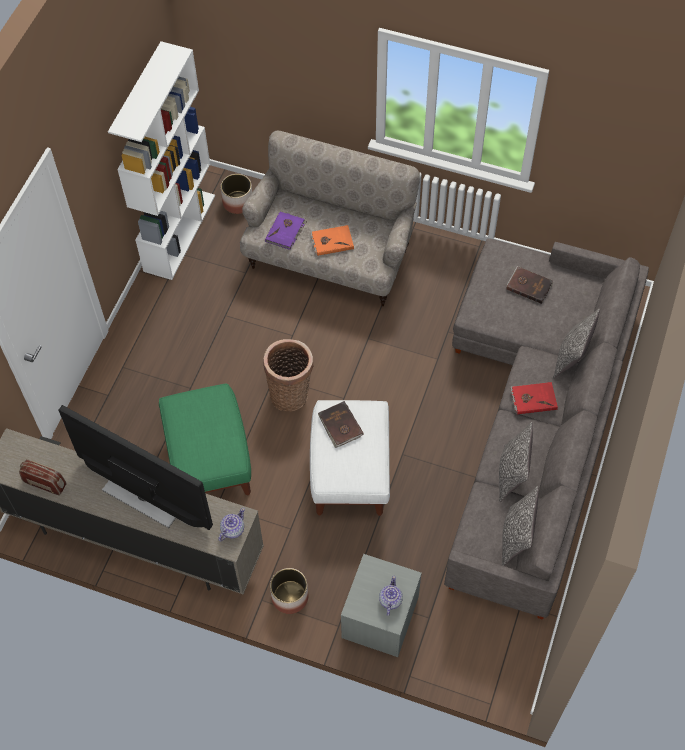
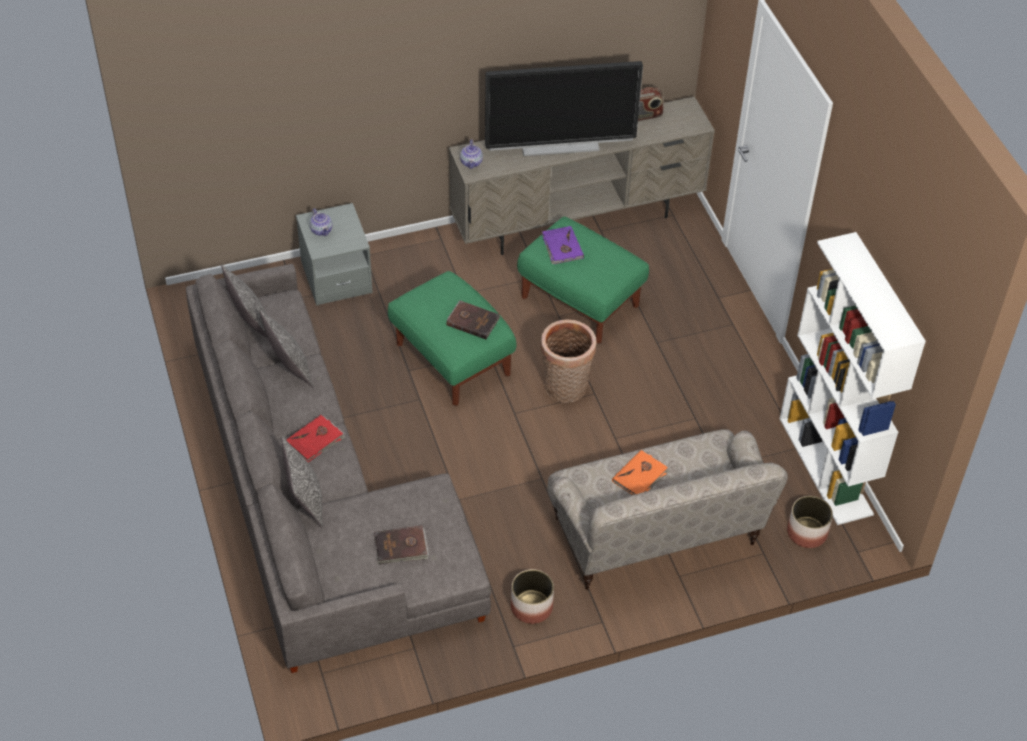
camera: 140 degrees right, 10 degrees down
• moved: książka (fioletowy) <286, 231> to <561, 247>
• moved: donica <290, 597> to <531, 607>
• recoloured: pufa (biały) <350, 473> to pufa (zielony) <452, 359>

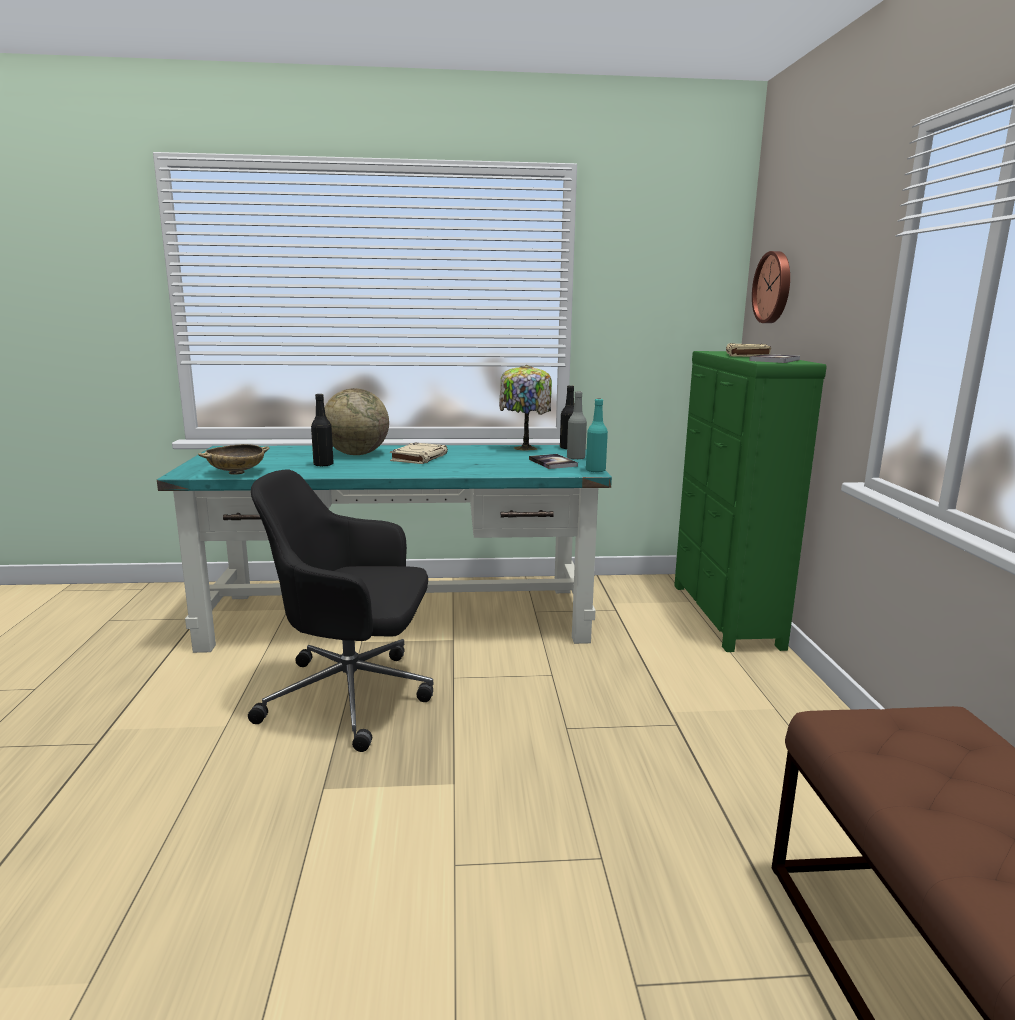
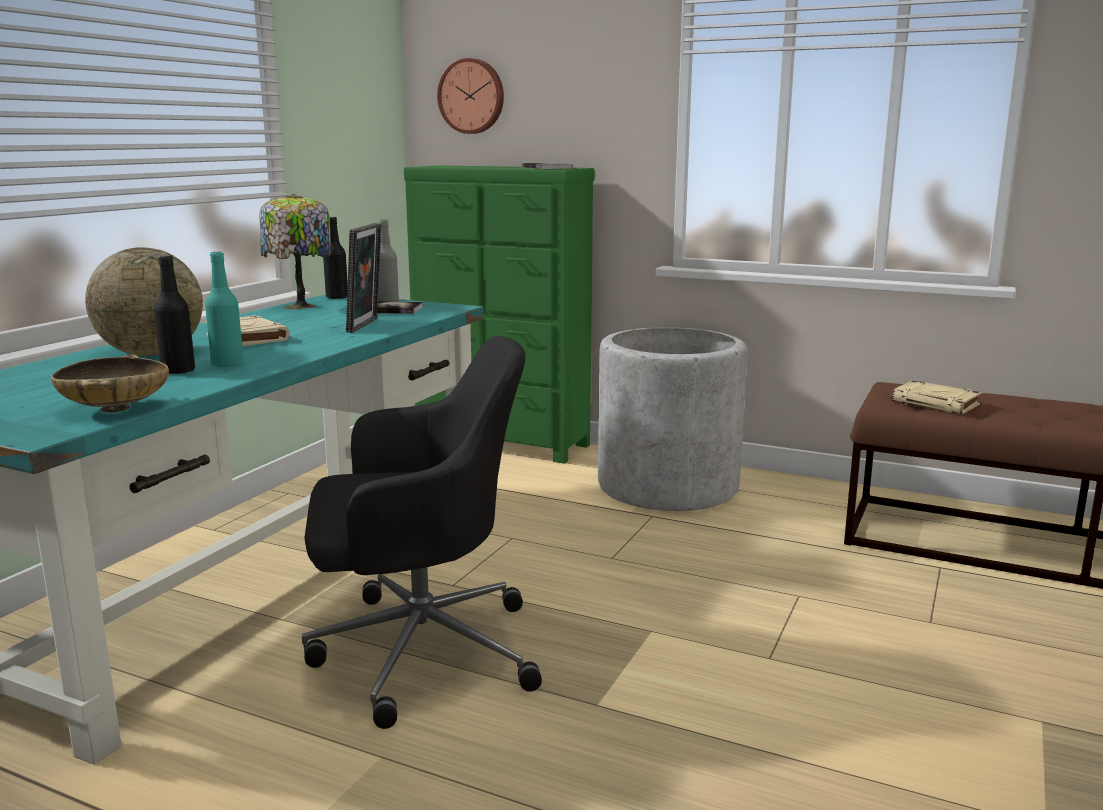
camera: 60 degrees left, 0 degrees up
• turned: krzesło biurowe (czarny) <353, 696> = <419, 651> 135 degrees counterclockwise
• moved: butelka (turkusowy) <595, 470> to <227, 364>
• moved: książka (beżowy) <747, 355> to <936, 403>
• added: ramka na zdjęcie <367, 325>
• added: donica (szary) <668, 486>

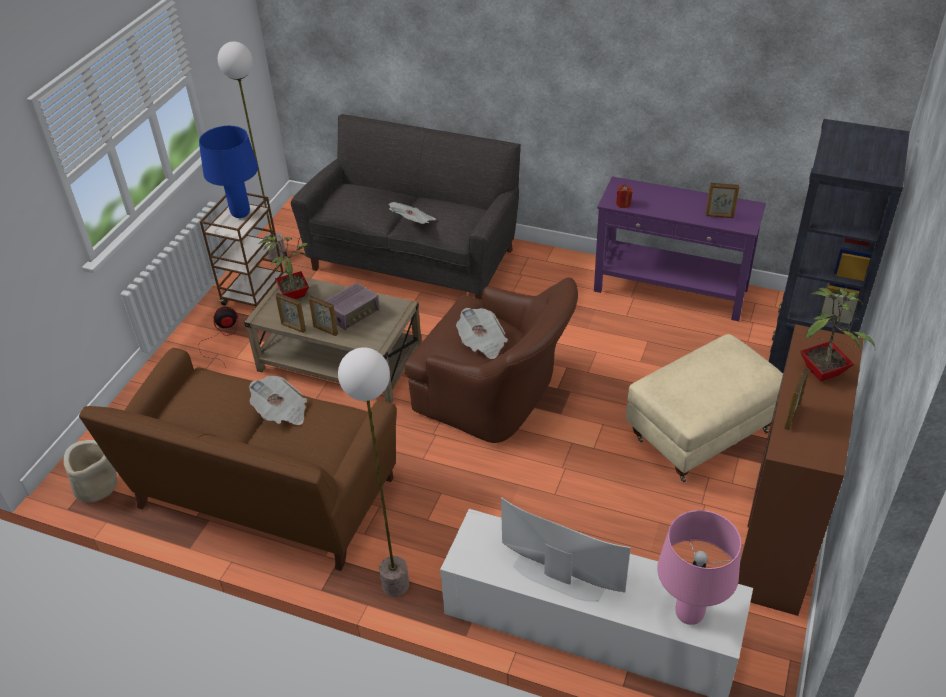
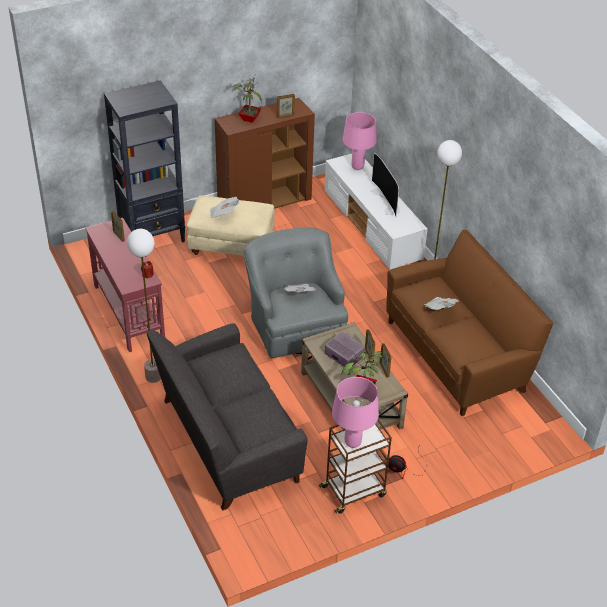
camera: 140 degrees left, 0 degrees up
• removed: donica (beżowy) <97, 487>
• recoloured: lampa stołowa (niebieski) <241, 214> to lampa stołowa (różowy) <352, 442>
• moved: lampa stojąca <276, 254> to <153, 376>
• turned: radio <353, 314> = <344, 355> 45 degrees clockwise
• moved: gazeta <413, 223> to <223, 214>
• recoloured: fotel (brązowy) <496, 397> to fotel (szary) <295, 324>
• recoloured: stolik konsolowy (fioletowy) <671, 291> to stolik konsolowy (czerwony) <129, 312>

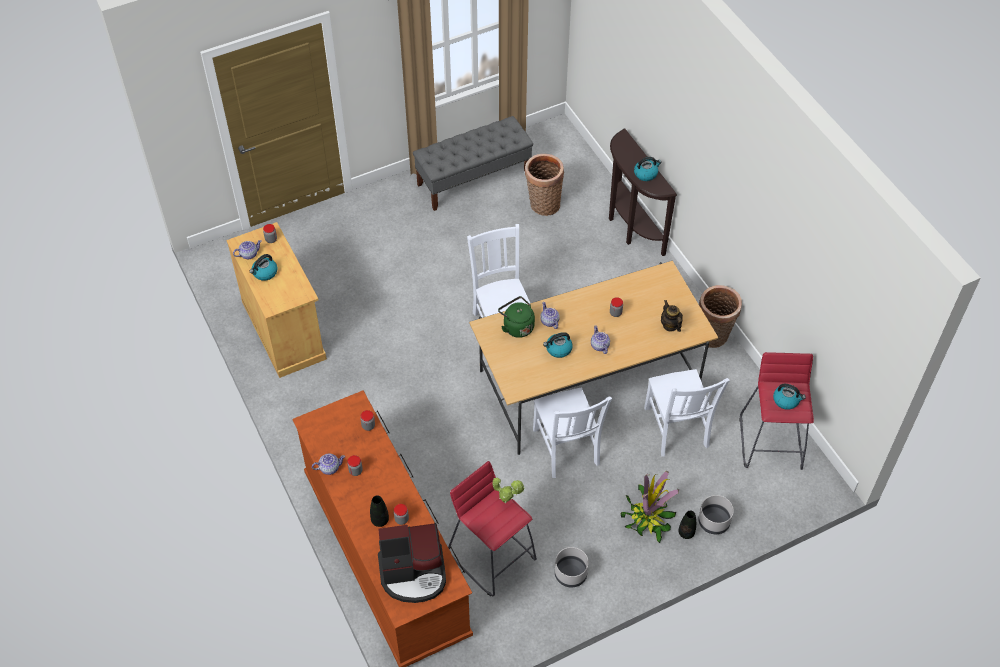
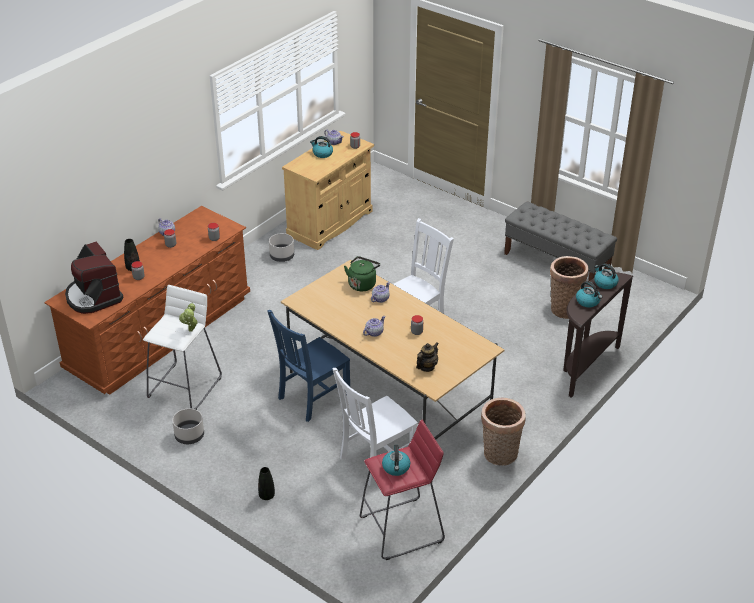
camera: 65 degrees right, 15 degrees down
• recoloured: stołek (czerwony) <492, 555> to stołek (biały) <185, 387>
• recoloured: krzesło (biały) <566, 449> to krzesło (niebieski) <312, 398>
• moved: czajnik <558, 349> to <605, 283>
• removed: roślina doniczkowa <647, 518>
• moved: donica (szary) <713, 521> to <282, 256>

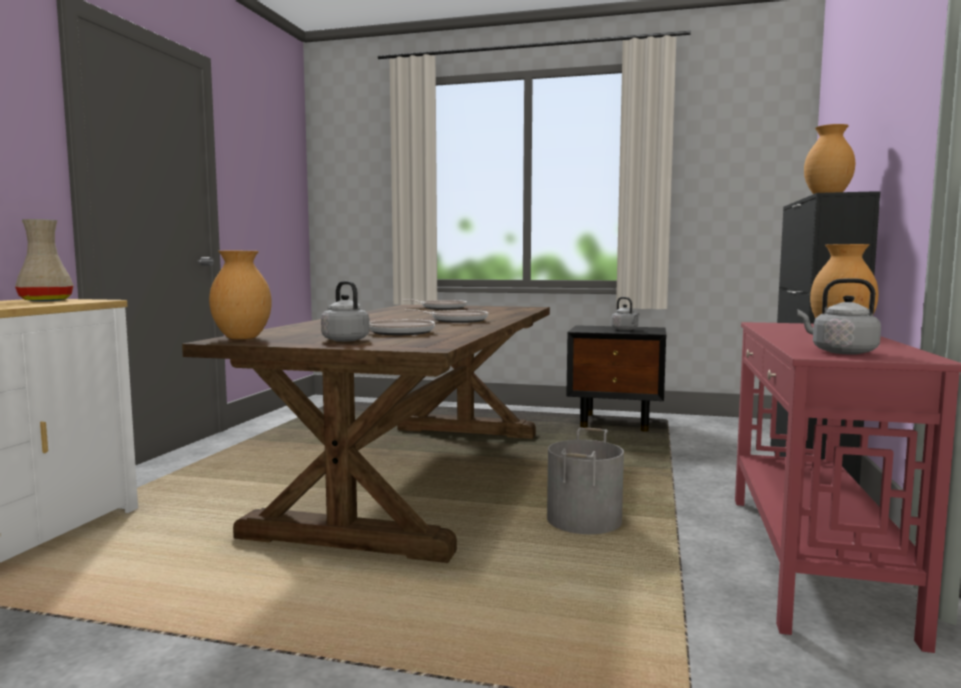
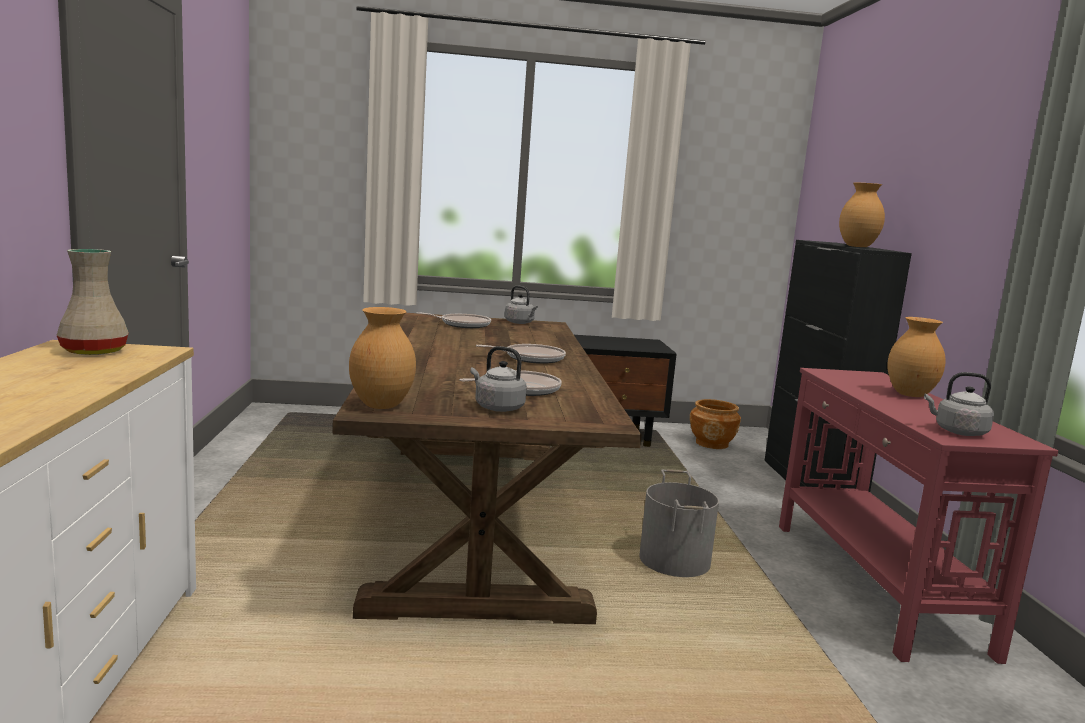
camera: 20 degrees left, 5 degrees up
• moved: czajnik (szary) <625, 330> to <520, 323>
• added: donica (brązowy) <711, 443>

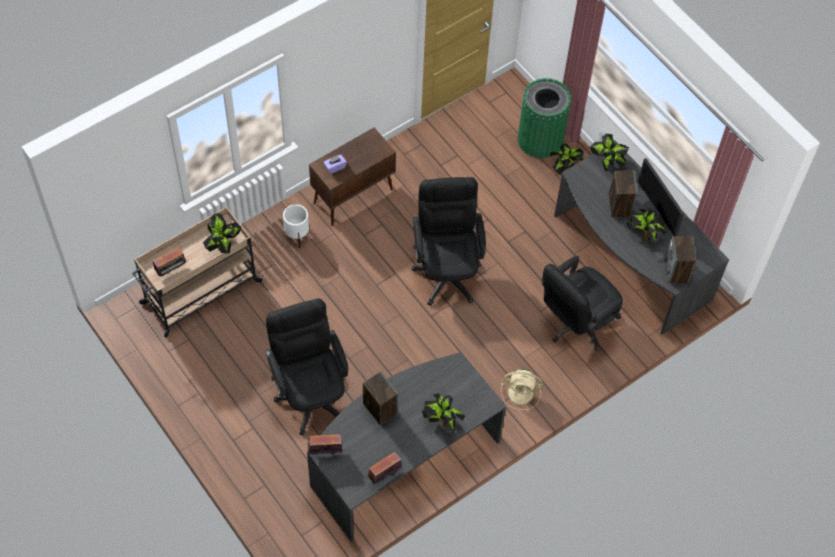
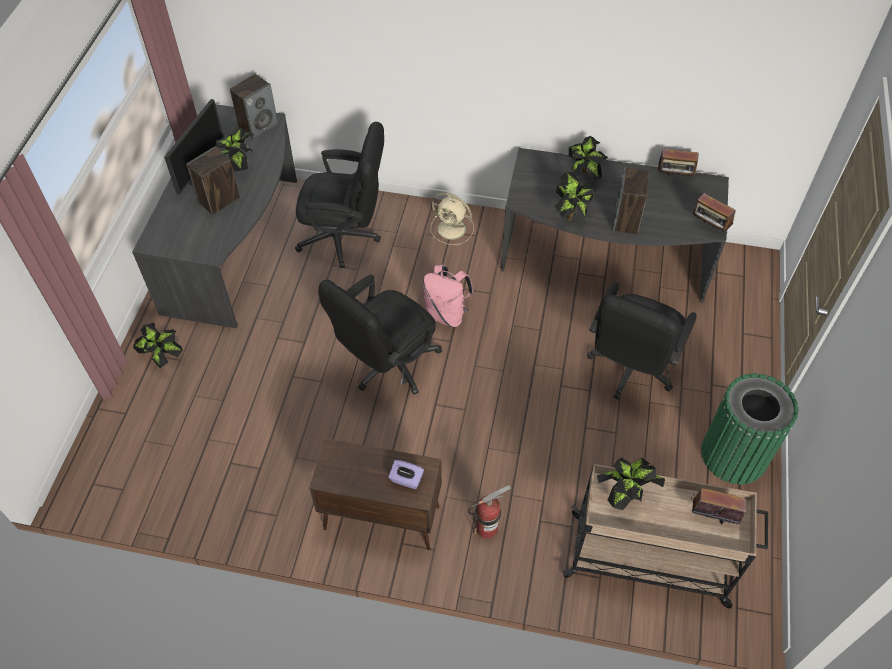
camera: 130 degrees left, 5 degrees down
• replaced: donica (biały) <297, 237> to gaśnica <486, 528>
• turned: wentylator (beżowy) <522, 393> = <452, 229> 150 degrees clockwise
• moved: kosz na śmieci (zielony) <540, 139> to <734, 455>
• moved: roślina doniczkowa <607, 162> to <571, 215>
• added: plecak (różowy) <446, 314>

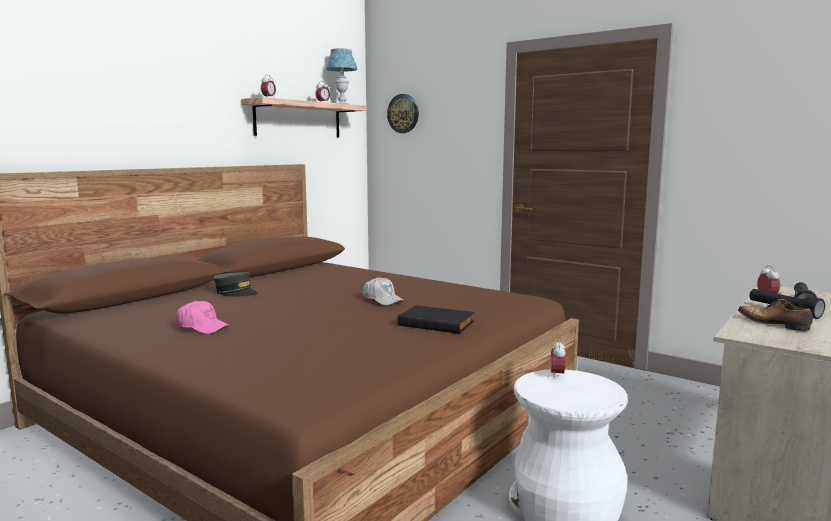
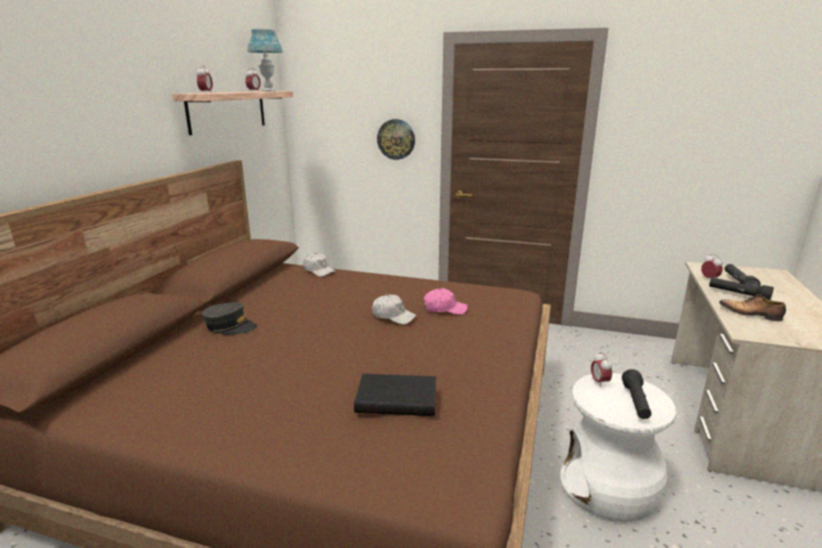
camera: 20 degrees left, 10 degrees up
• moved: czapka z daszkiem (różowy) <202, 327> to <444, 309>
• moved: zegar ścienny <403, 113> to <396, 139>
• moved: książka (czarny) <437, 323> to <397, 398>
• added: czapka z daszkiem (biały) <319, 270>
• added: latarka (czarny) <636, 402>

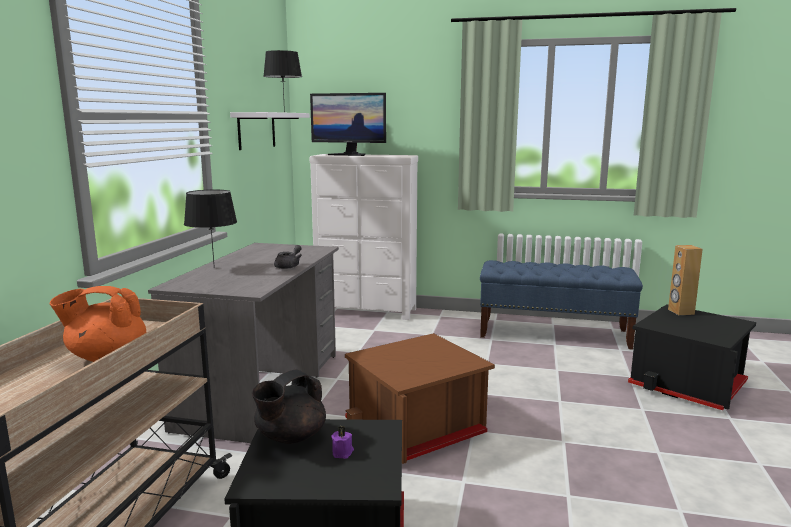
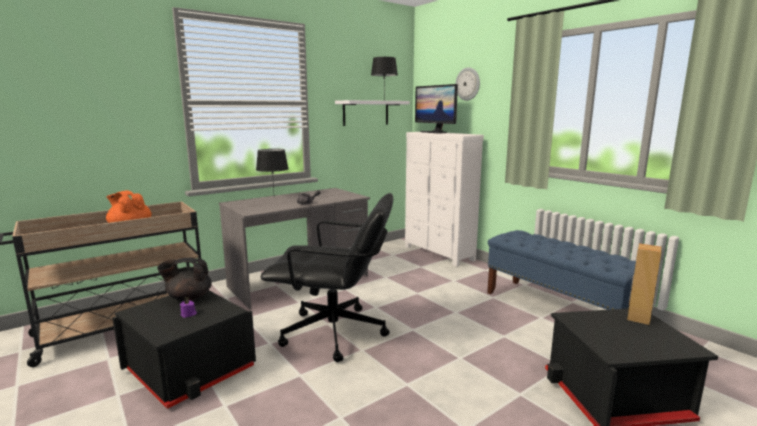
camera: 40 degrees right, 0 degrees up
• replaced: pojemnik do przechowywania (brązowy) <417, 427> to krzesło biurowe (czarny) <335, 333>
• added: zegar ścienny <468, 84>

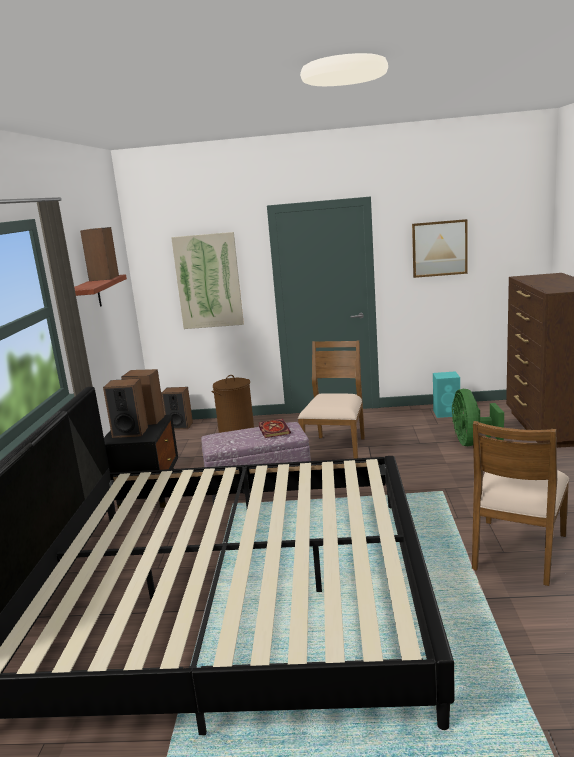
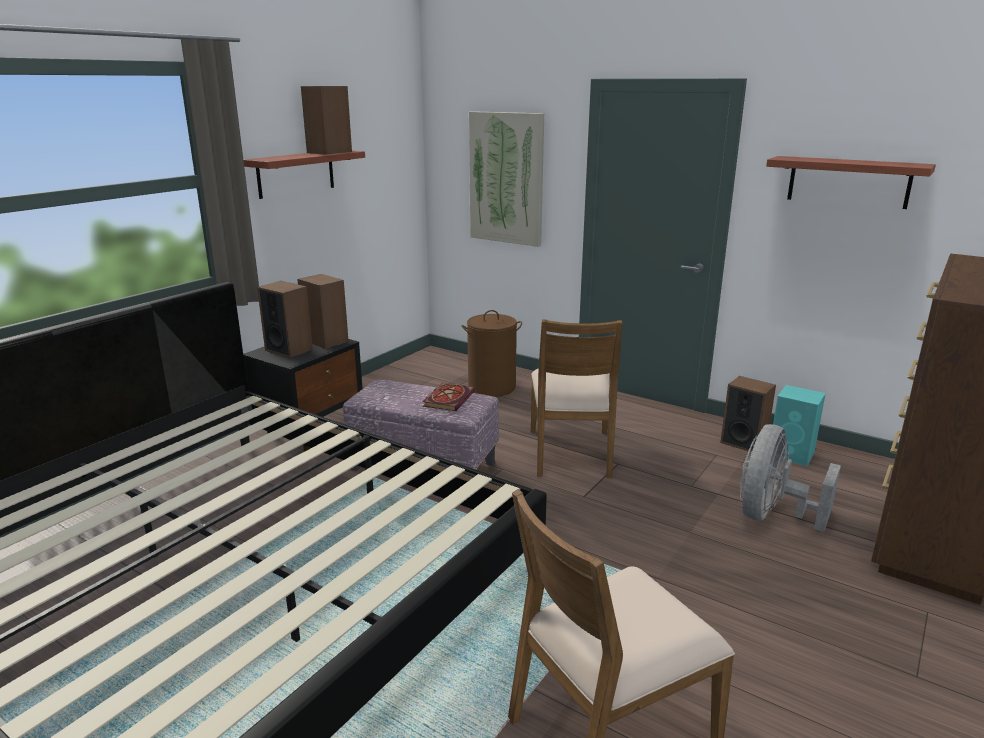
camera: 30 degrees right, 5 degrees up
• moved: głośnik <179, 426> to <743, 443>
• turned: krzesło (brązowy) <336, 450> = <571, 453> 135 degrees clockwise
• replaced: obraz <439, 248> to półka <848, 182>
• recoloured: wentylator (zielony) <472, 442> to wentylator (szary) <771, 515>

